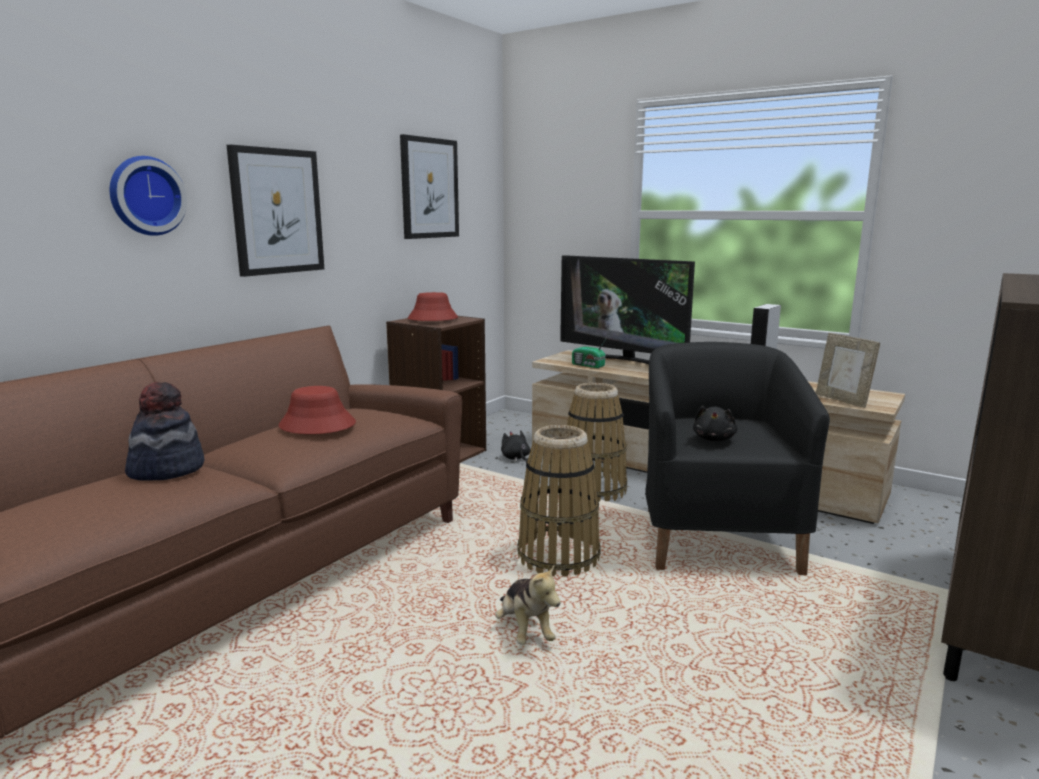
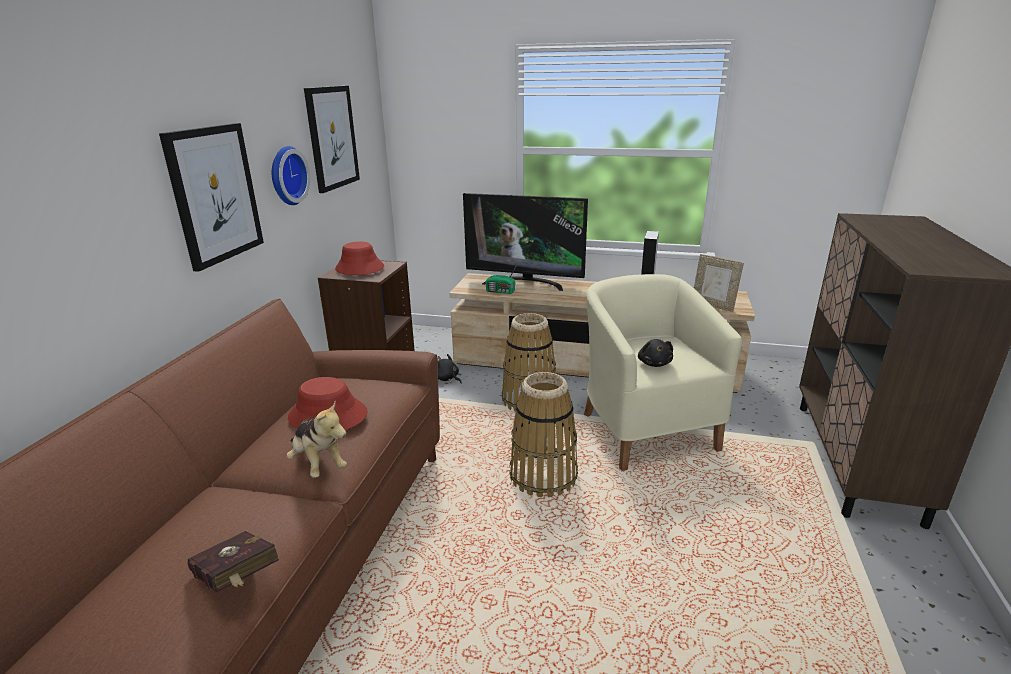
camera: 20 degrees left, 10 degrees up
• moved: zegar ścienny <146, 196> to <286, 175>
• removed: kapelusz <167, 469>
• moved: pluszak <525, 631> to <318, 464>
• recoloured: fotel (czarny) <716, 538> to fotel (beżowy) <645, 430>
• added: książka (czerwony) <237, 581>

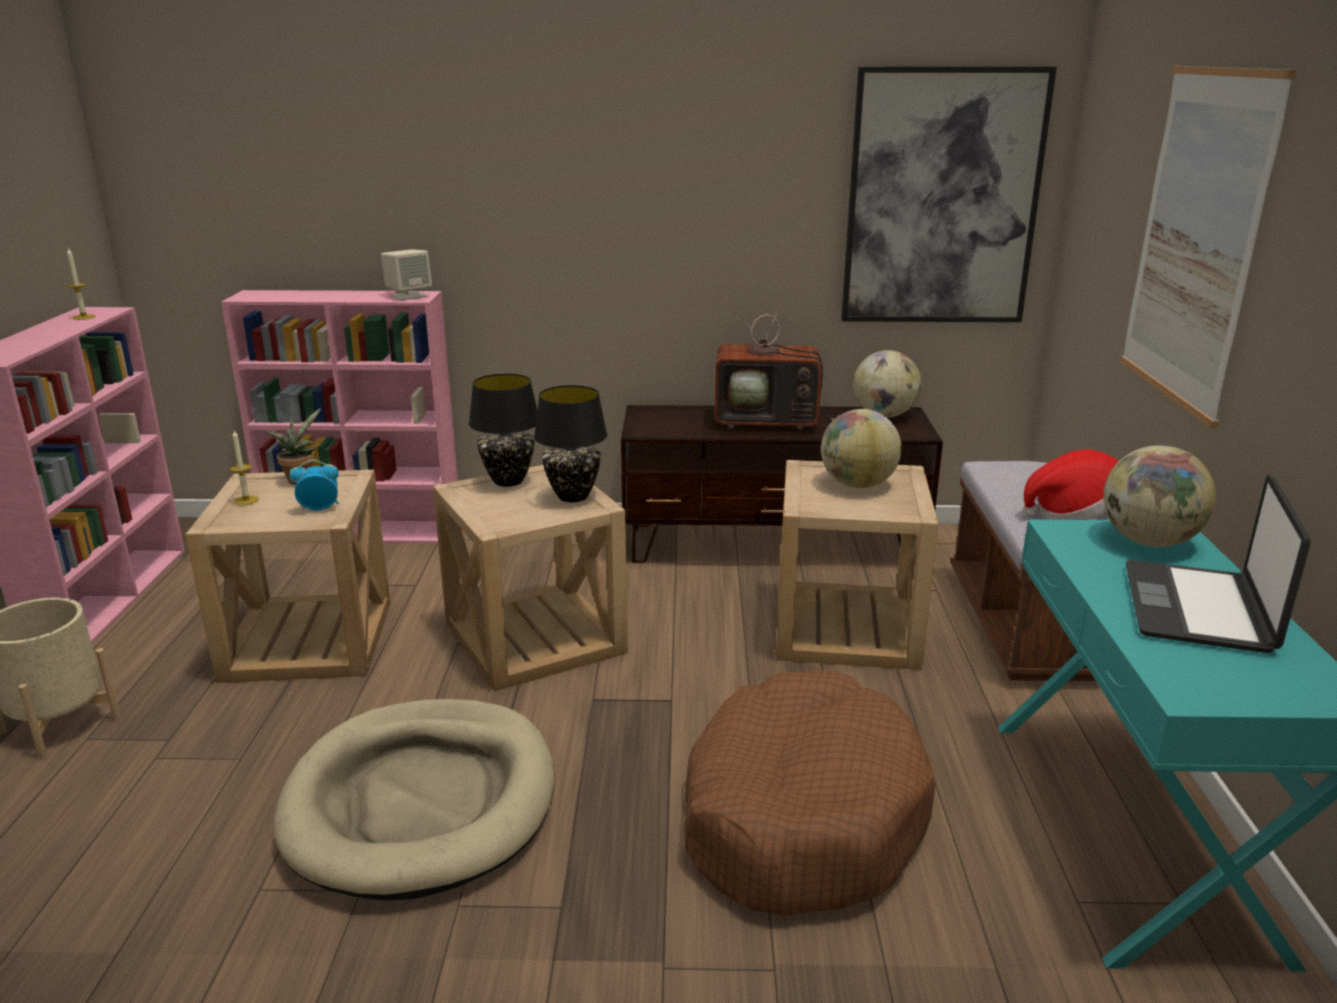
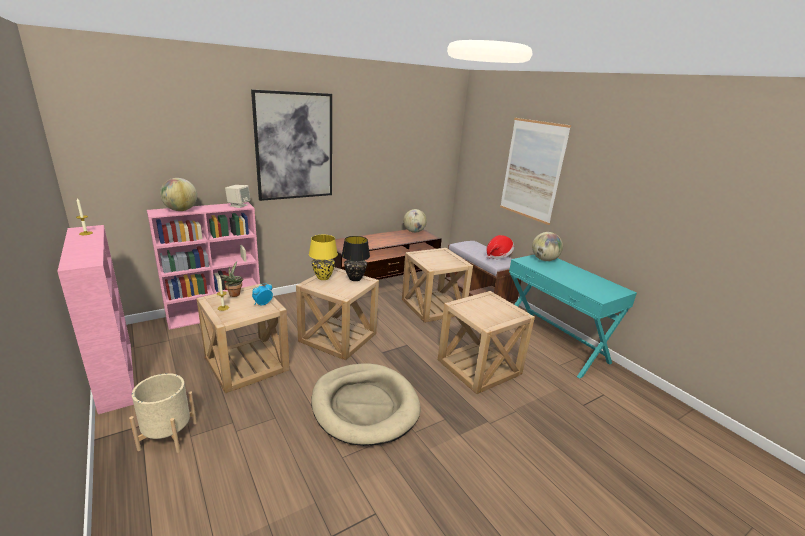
camera: 35 degrees left, 0 degrees up
• recoloured: lampa stołowa (czarny) <508, 481> to lampa stołowa (żółty) <323, 277>
• replaced: legowisko (brązowy) <800, 816> to stolik (beżowy) <479, 367>
• removed: telewizor <769, 421>
• moved: globus <857, 485> to <181, 210>
• moved: obraz <942, 198> to <294, 146>
• removed: laptop <1199, 608>

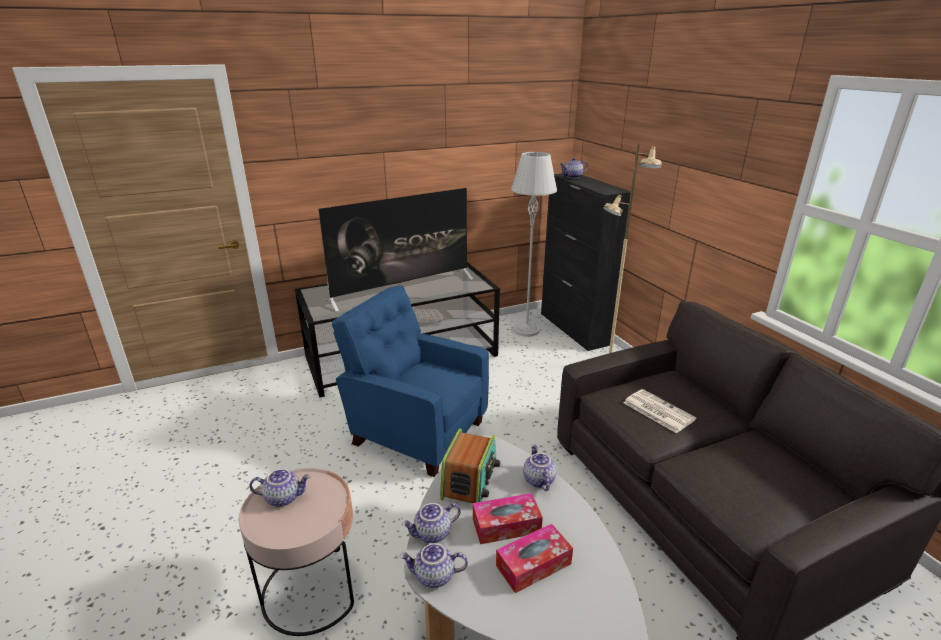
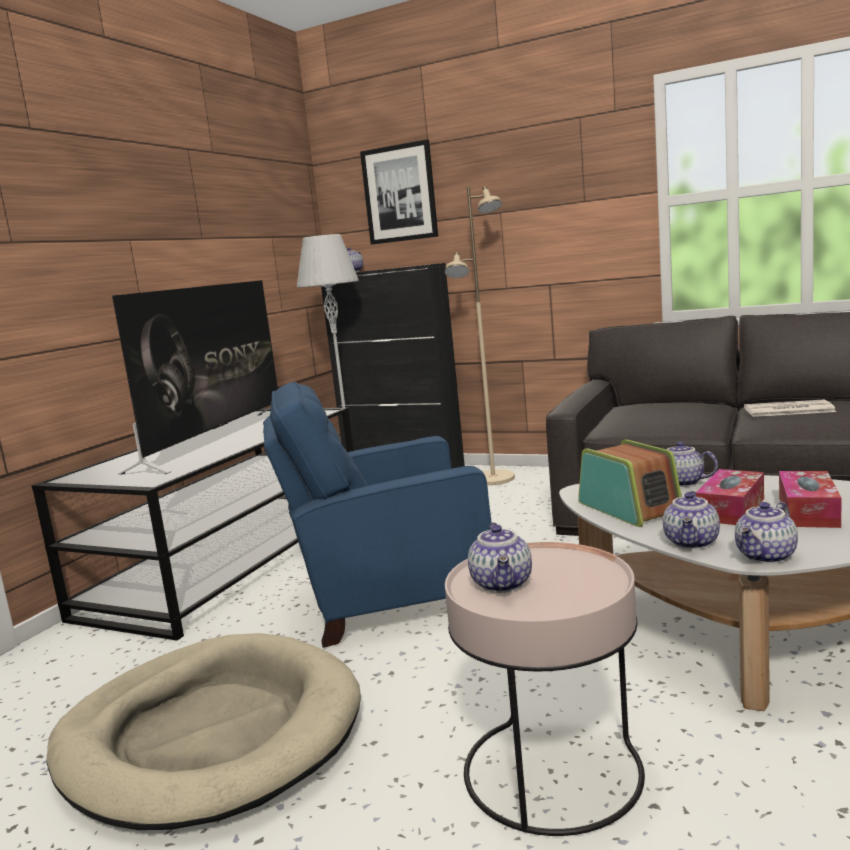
camera: 40 degrees left, 15 degrees down
• turned: imbryk <284, 497> = <503, 584> 135 degrees clockwise
• moved: gazeta <657, 411> to <787, 410>
• added: legowisko (beżowy) <210, 735>
• added: obraz <399, 193>

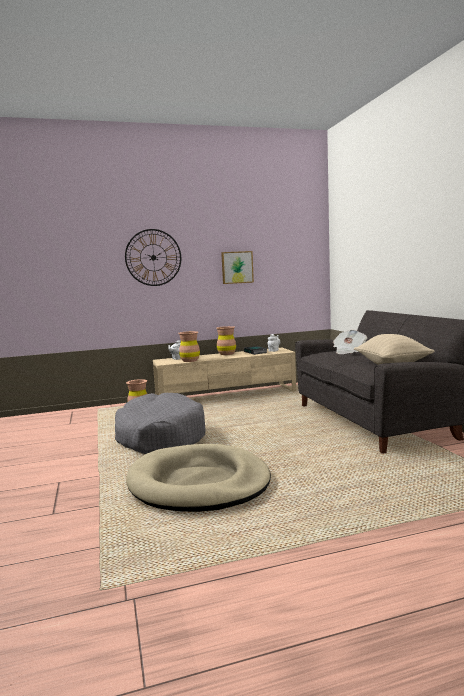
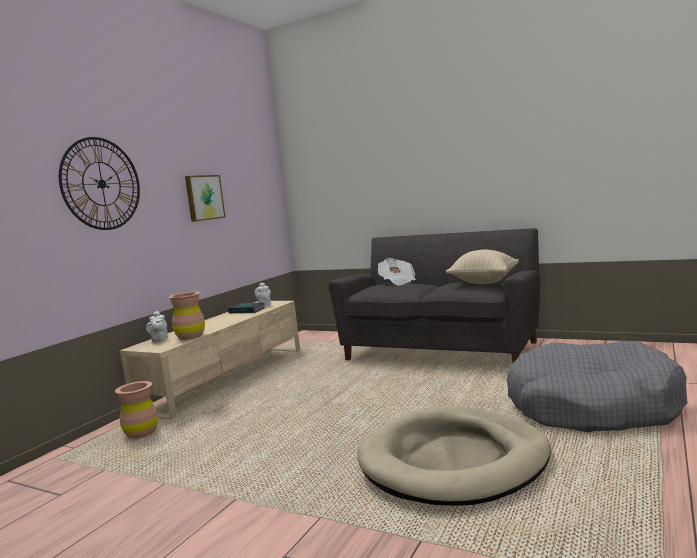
camera: 45 degrees left, 0 degrees up
• moved: legowisko (szary) <160, 437> to <592, 406>
• removed: wazon (brązowy) <226, 354>

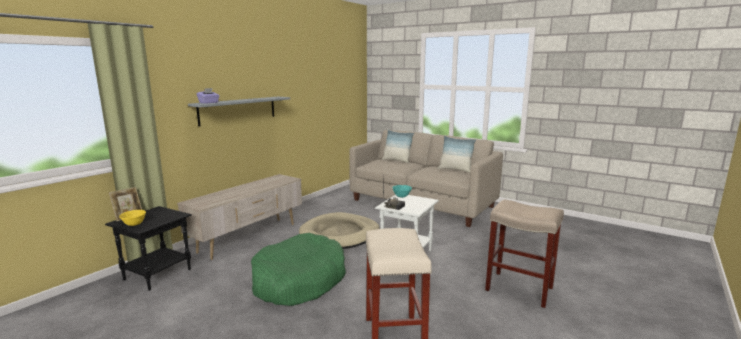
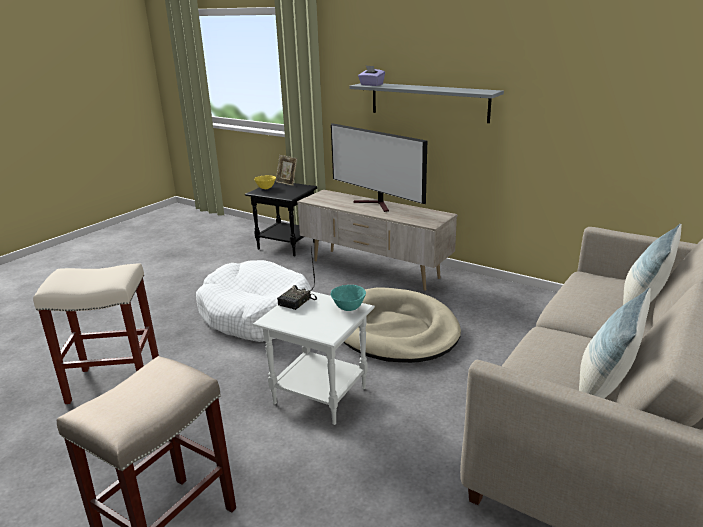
camera: 90 degrees right, 10 degrees up
• recoloured: legowisko (zielony) <299, 281> to legowisko (biały) <256, 314>
• added: telewizor <377, 205>

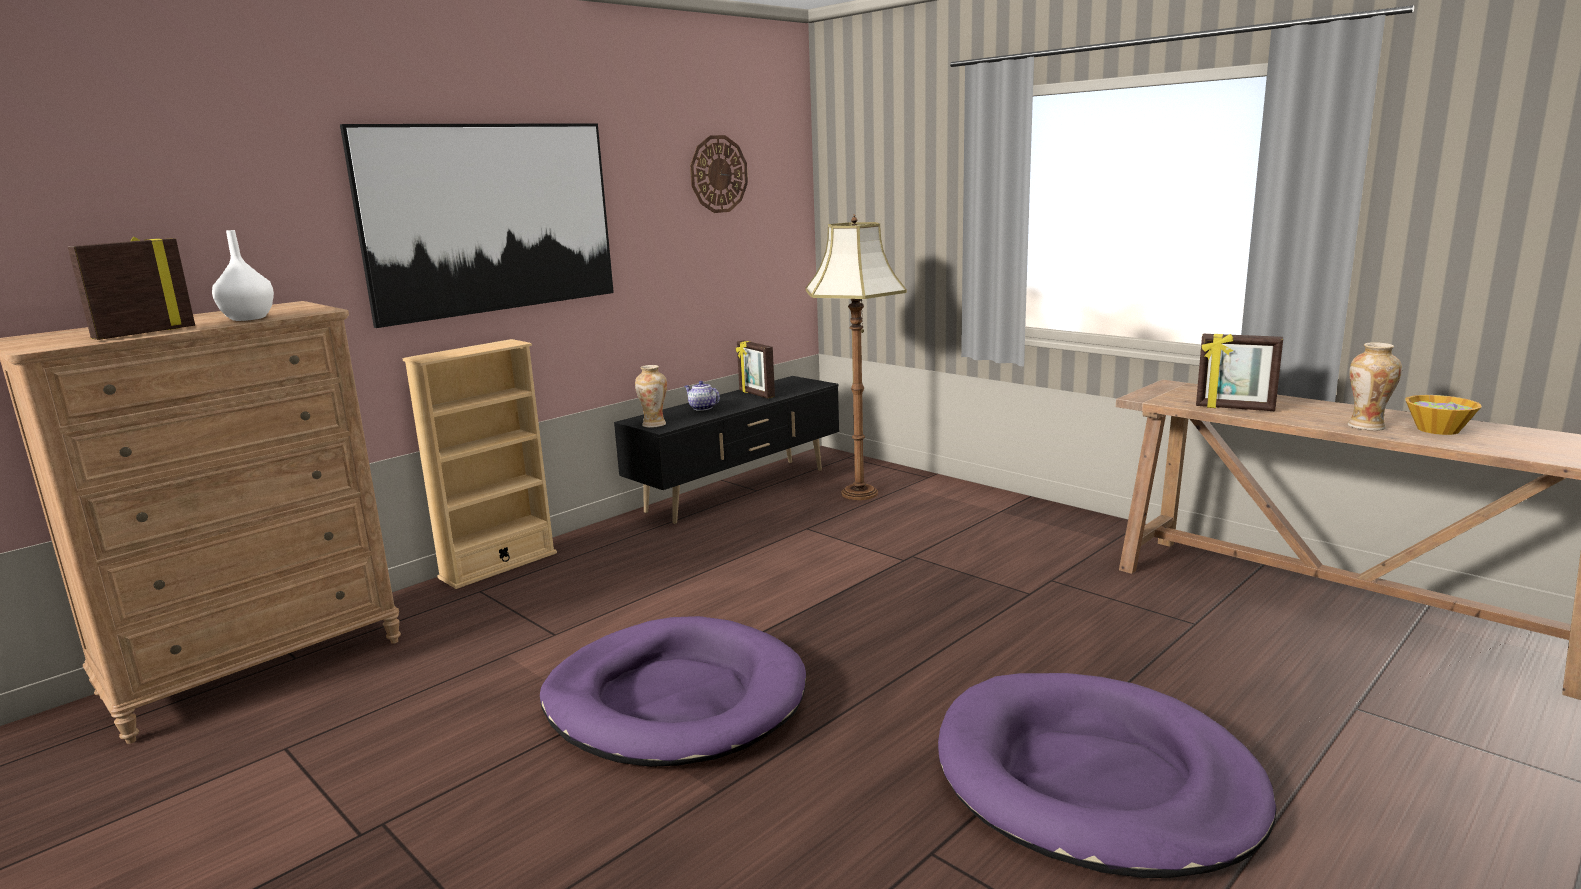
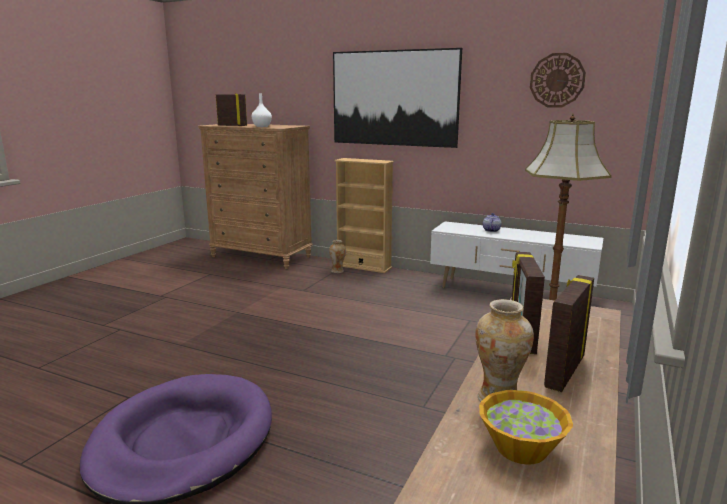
camera: 70 degrees right, 0 degrees up
• removed: legowisko (fioletowy) <675, 700>
• recoloured: szafka pod telewizor (czarny) <739, 490> to szafka pod telewizor (biały) <510, 293>
• moved: wazon <654, 424> to <337, 271>
• moved: ramka na zdjęcie <756, 394> to <563, 371>

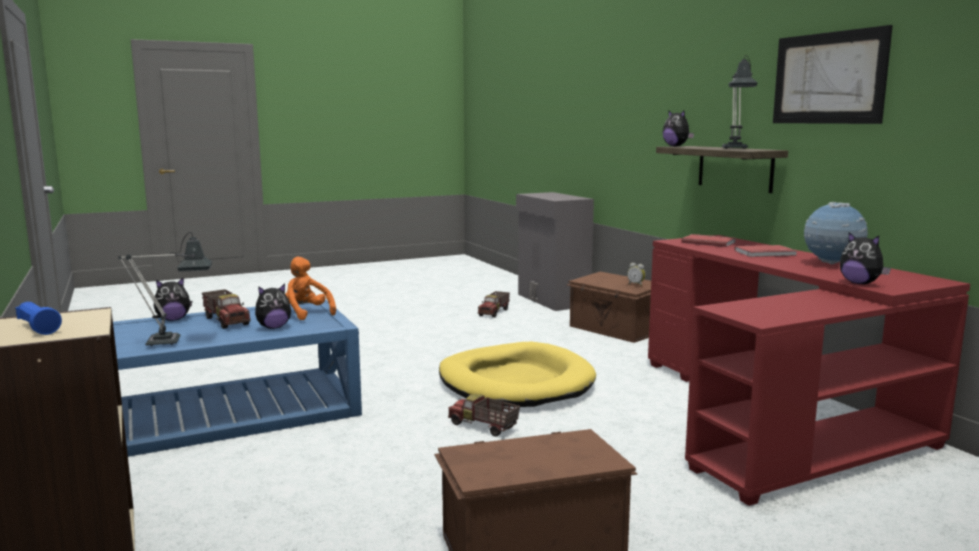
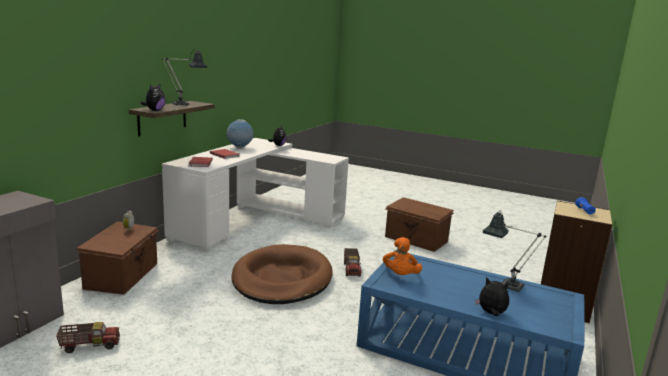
camera: 130 degrees left, 5 degrees up
• removed: ciężarówka zabawkowa <227, 321>
• removed: pluszak <273, 327>
• recoloured: legowisko (żółty) <515, 382> to legowisko (brązowy) <282, 279>
• recoloured: biurko (czerwony) <776, 416> to biurko (biały) <254, 220>
• removed: obraz <828, 78>

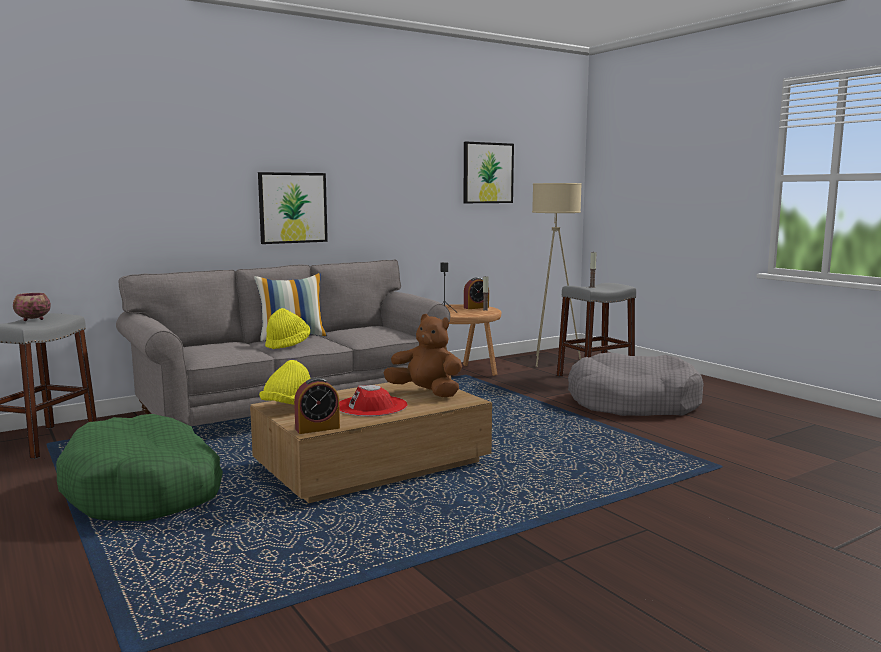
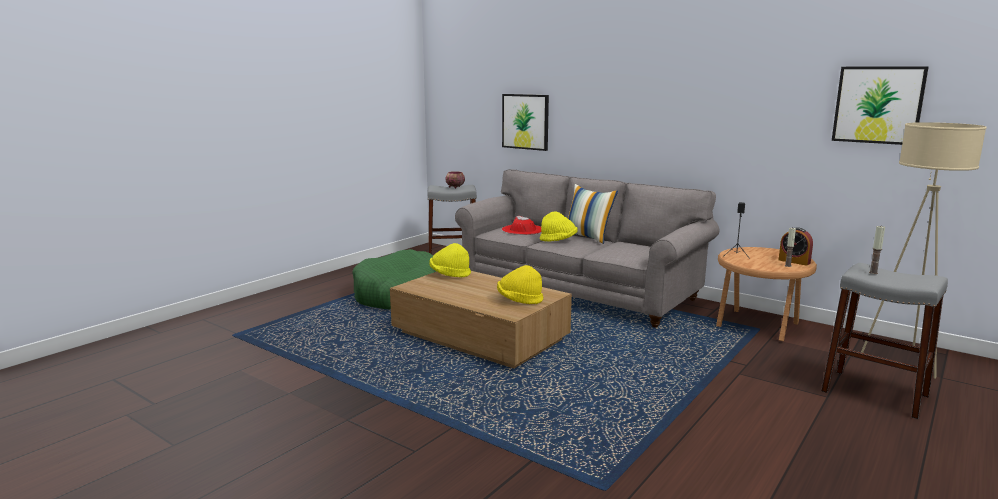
camera: 70 degrees right, 5 degrees up
• moved: obraz <292, 208> to <525, 121>
• removed: budzik <317, 428>
• moved: kapelusz (czerwony) <371, 406> to <523, 230>
• replaced: pluszak (brązowy) <426, 393> to kapelusz (żółty) <519, 300>
• removed: legowisko (szary) <632, 403>

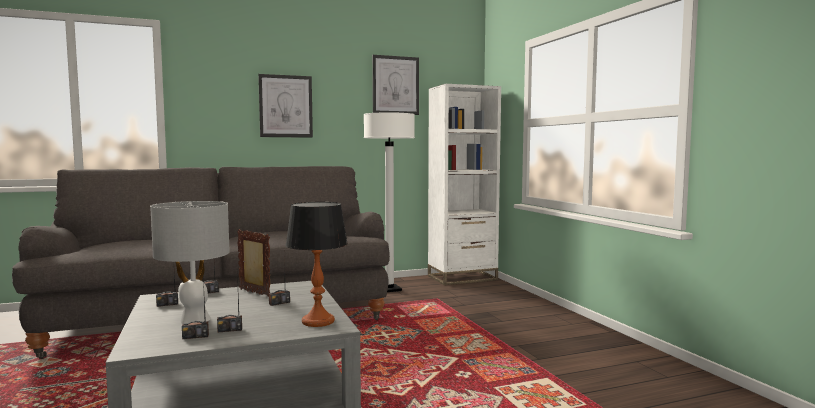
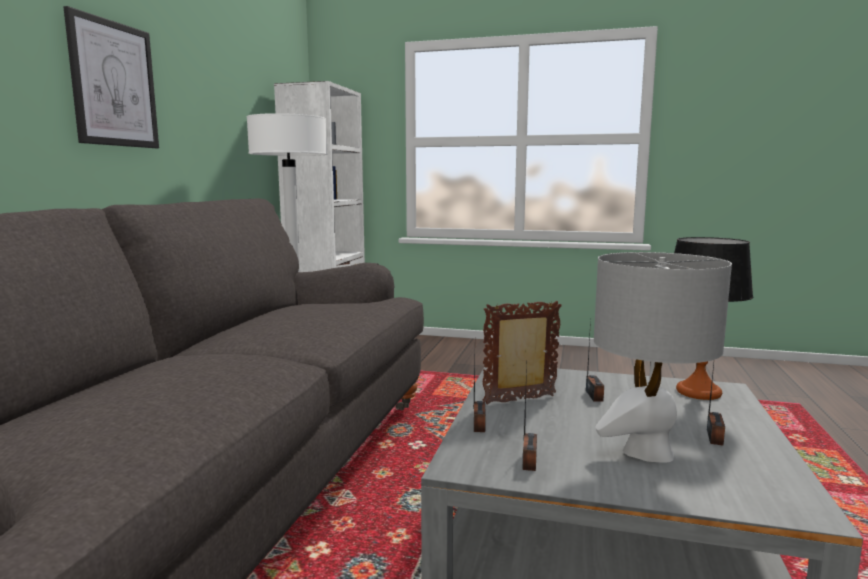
camera: 55 degrees left, 5 degrees up
• removed: radio <195, 336>
• removed: obraz <395, 85>

